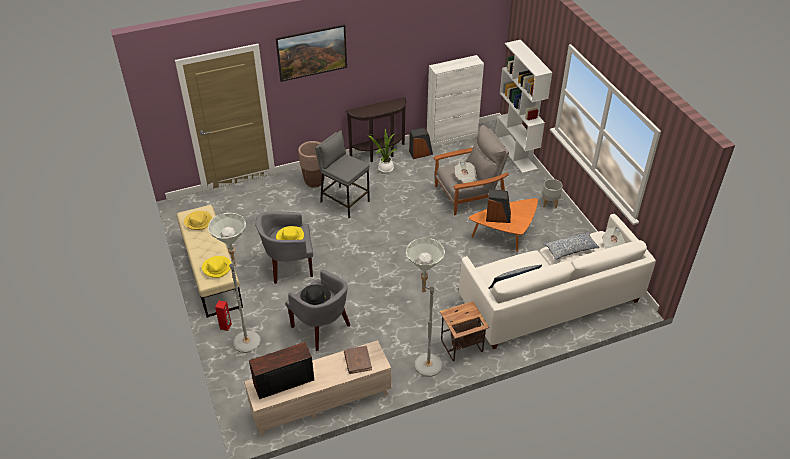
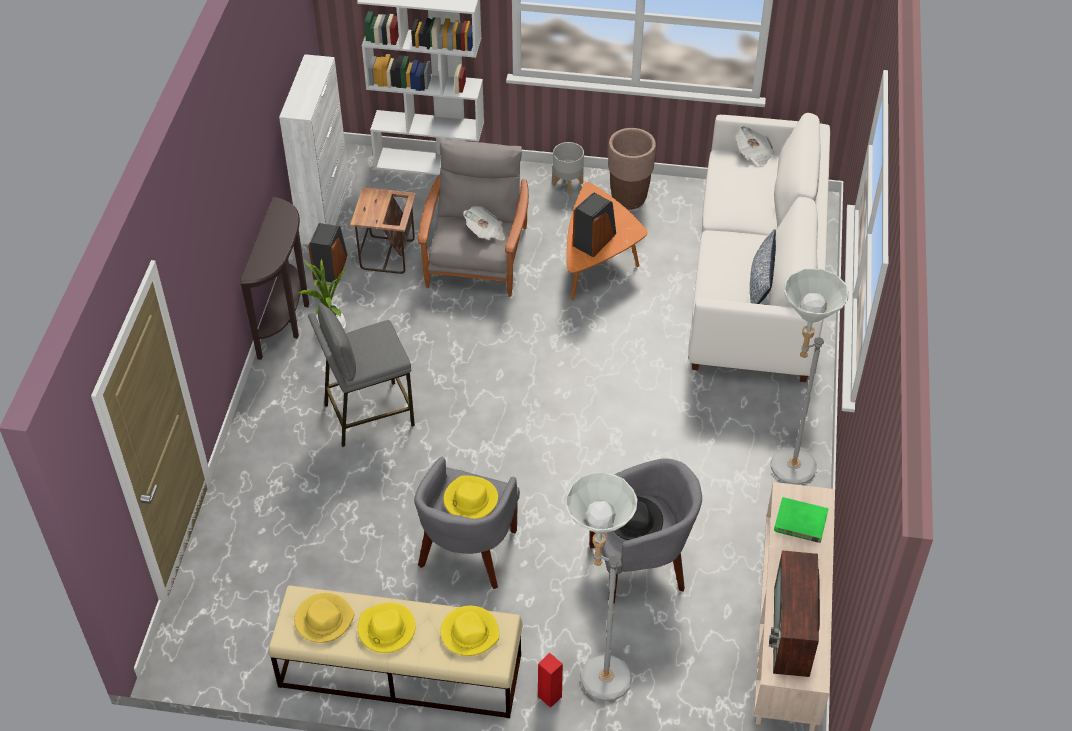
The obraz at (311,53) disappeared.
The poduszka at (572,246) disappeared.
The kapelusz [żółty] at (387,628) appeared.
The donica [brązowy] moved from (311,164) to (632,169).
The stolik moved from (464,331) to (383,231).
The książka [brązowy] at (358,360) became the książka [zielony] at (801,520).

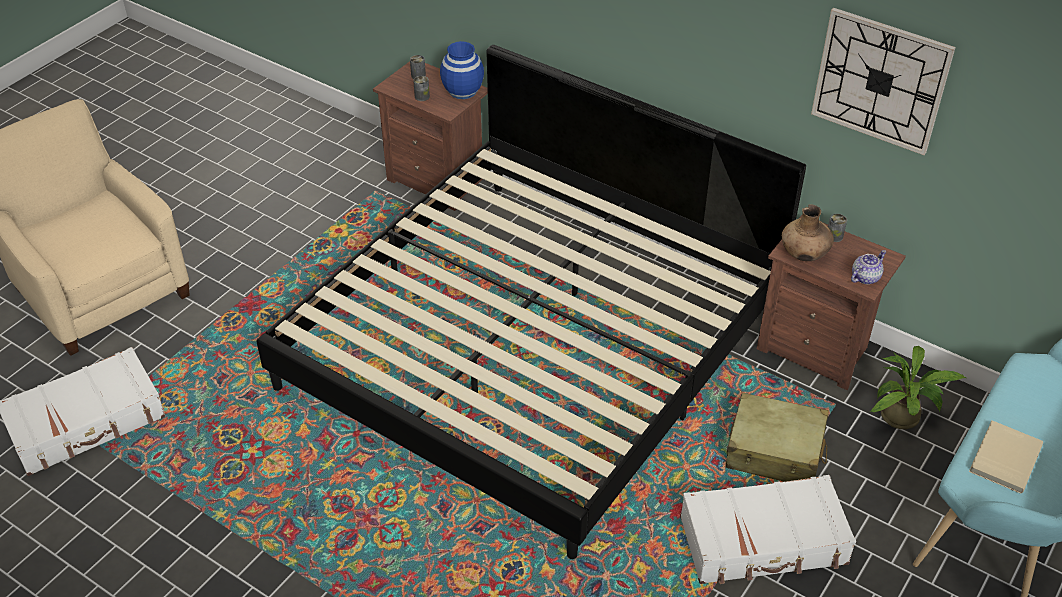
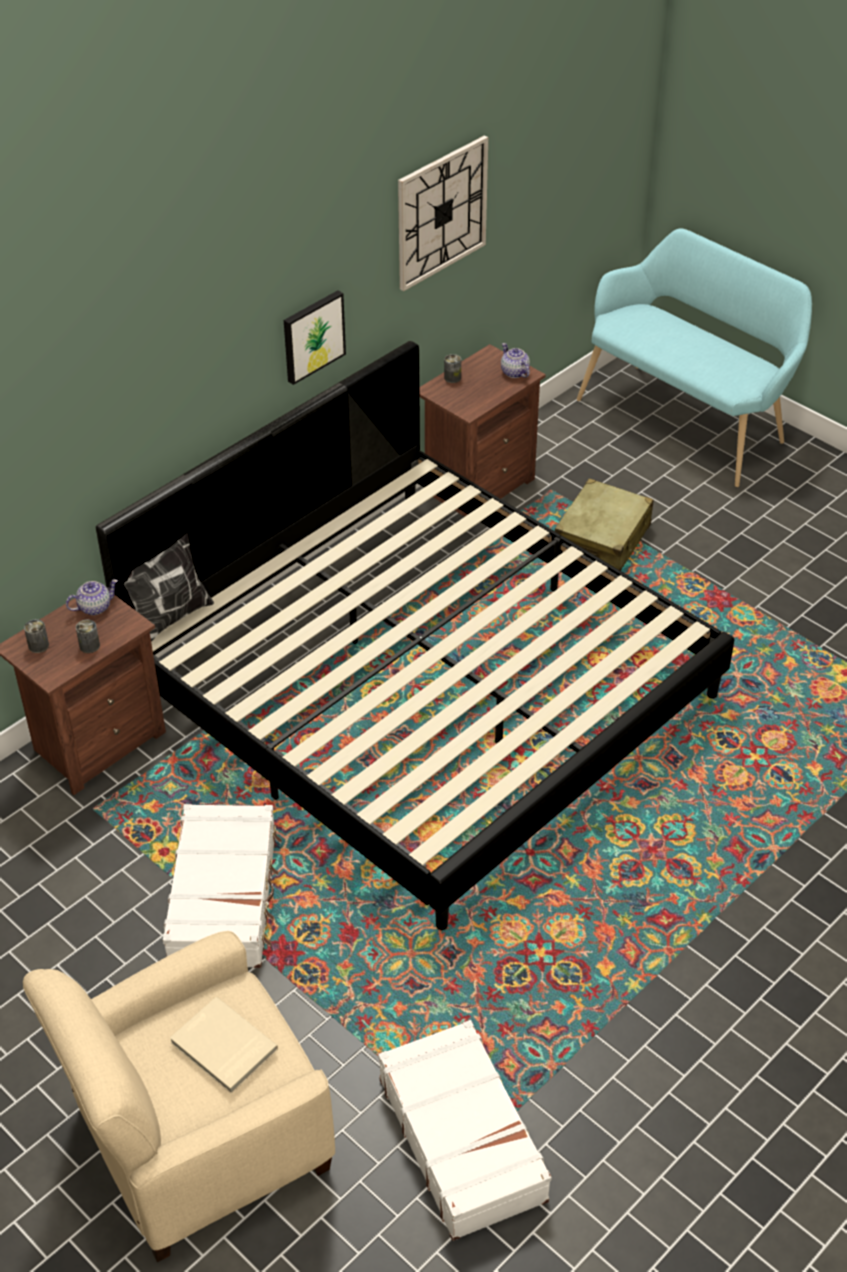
The wazon [brązowy] at (808,233) disappeared.
The roślina doniczkowa at (918,387) disappeared.
The poduszka at (169,587) appeared.
The obraz at (315,337) appeared.
The walizka [biały] moved from (768,529) to (222,886).
The książka [beżowy] moved from (1006,457) to (224,1045).
The wazon [niebieski] at (462,70) was replaced by the imbryk at (92,597).

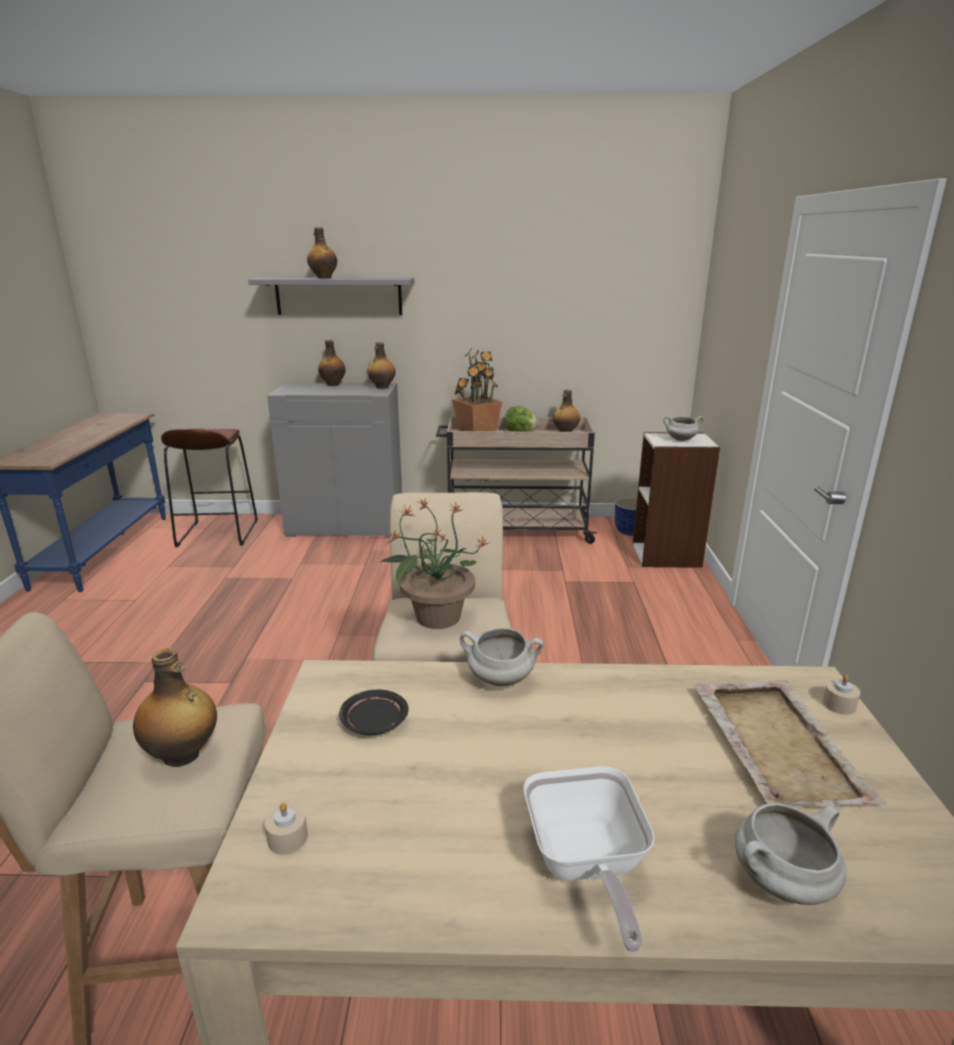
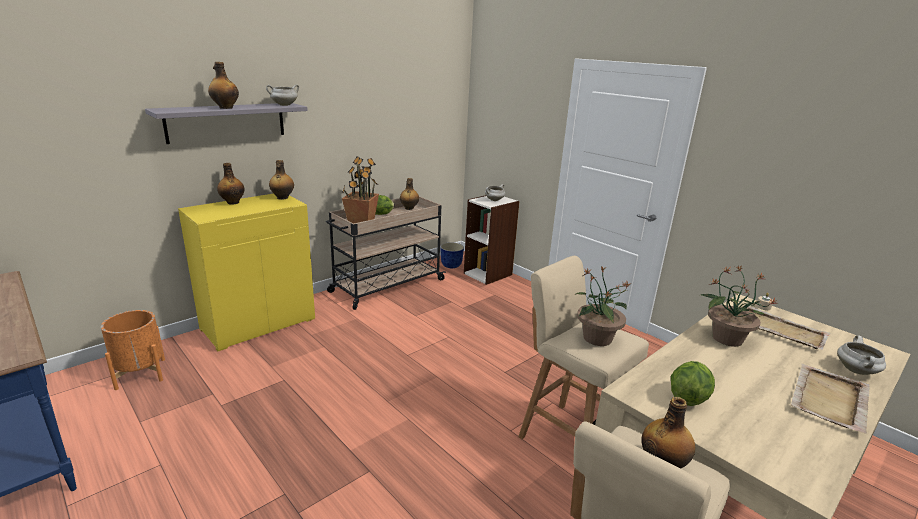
The świeca [beżowy] at (286,829) disappeared.
The roślina doniczkowa at (739,306) appeared.
The garnek [biały] moved from (502,656) to (282,95).
The stołek [brązowy] at (209,488) was replaced by the donica [pomarańczowy] at (133,350).
The talerz [czarny] at (374,712) was replaced by the sałata at (693,383).
The patelnia at (589,859) was replaced by the taca [beżowy] at (830,399).
The szafka [szary] at (334,460) became the szafka [żółty] at (246,272).

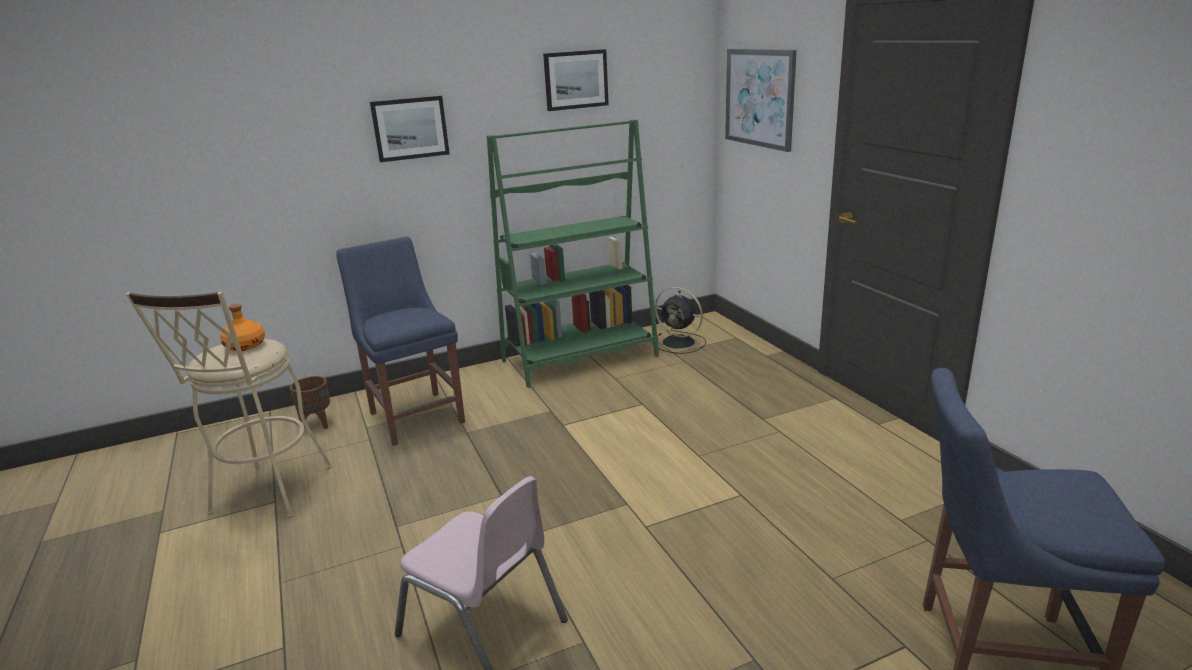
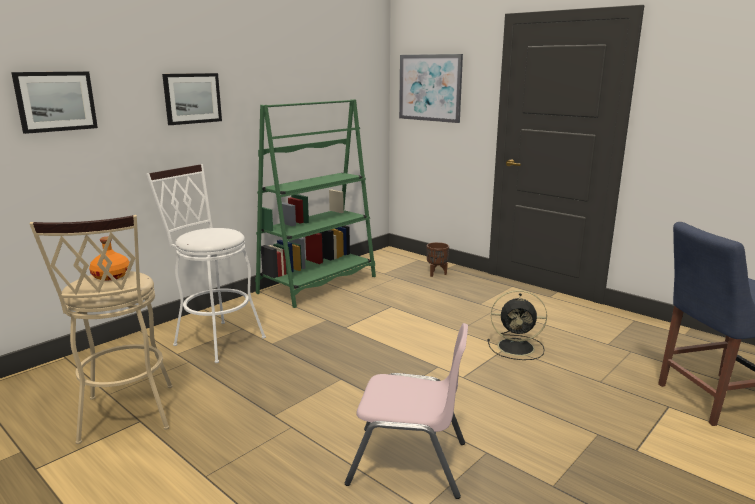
The donica [brązowy] moved from (310,402) to (438,259).
The obraz moved from (576,80) to (54,103).
The wentylator [czarny] moved from (680,320) to (517,325).
The krzesło [niebieski] at (400,341) was replaced by the stołek [biały] at (206,263).

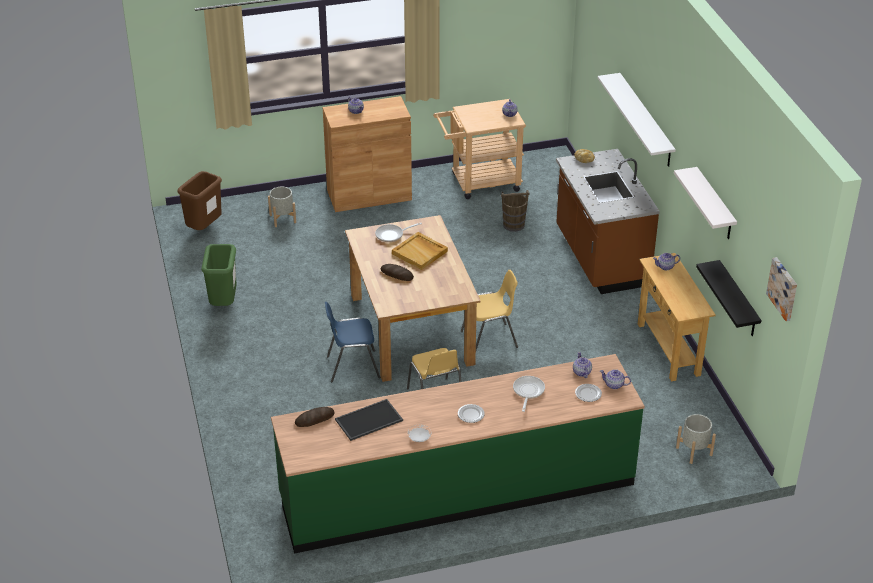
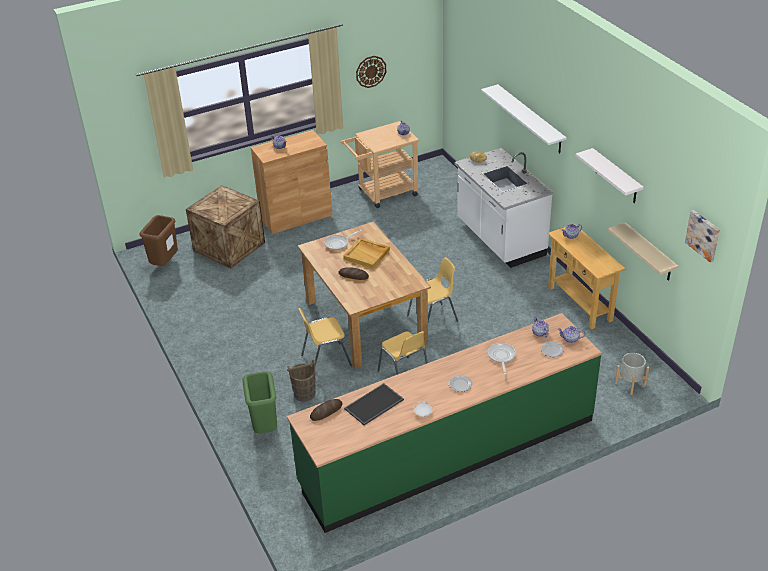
The zegar ścienny at (371,72) appeared.
The kosz na śmieci [zielony] moved from (219,275) to (259,402).
The wiadro [brązowy] moved from (515,211) to (301,381).
The donica [szary] at (282,206) was replaced by the skrzynka at (225,226).
The krzesło [niebieski] at (352,342) became the krzesło [żółty] at (325,337).
The zabudowa kuchenna [brązowy] at (608,221) became the zabudowa kuchenna [biały] at (504,208).
The półka [czarny] at (728,298) became the półka [beżowy] at (643,251).

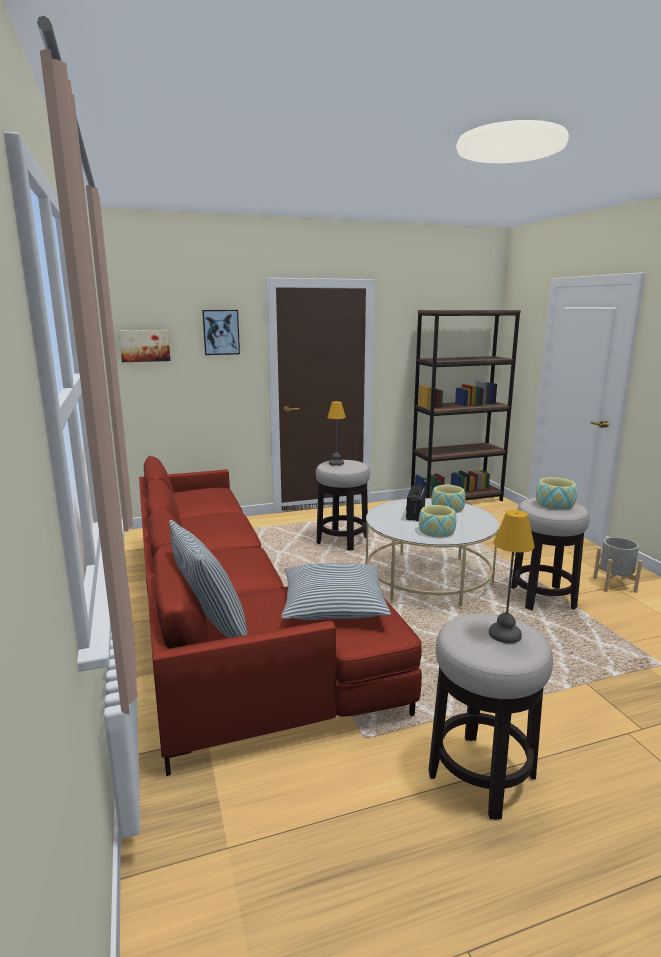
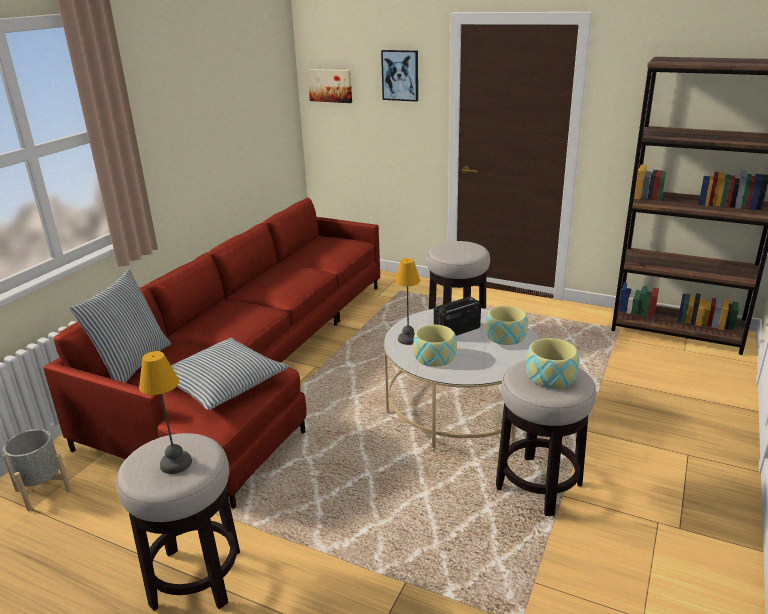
The lampa stołowa moved from (336,433) to (407,301).
The donica [szary] moved from (617,565) to (37,470).

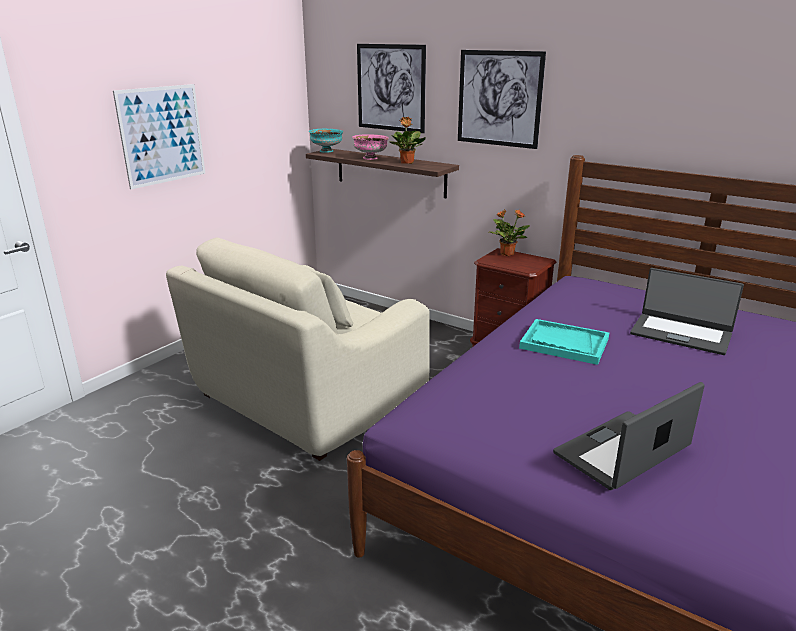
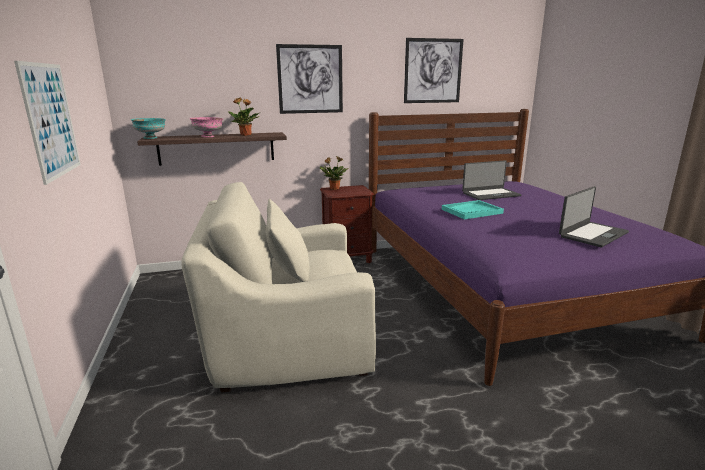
The obraz moved from (391,88) to (434,70).
The fotel [beżowy] at (298,349) turned 90 degrees clockwise.
The laptop at (629,436) turned 135 degrees counterclockwise.

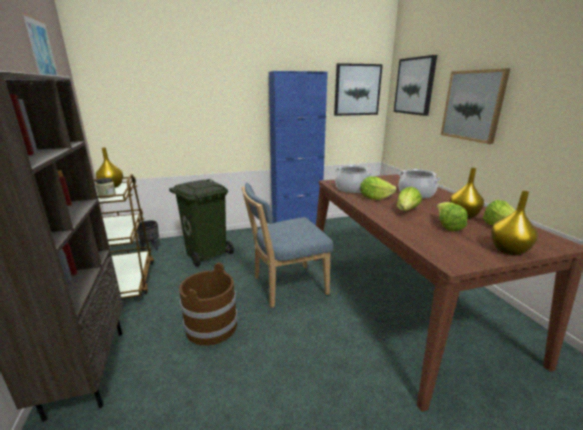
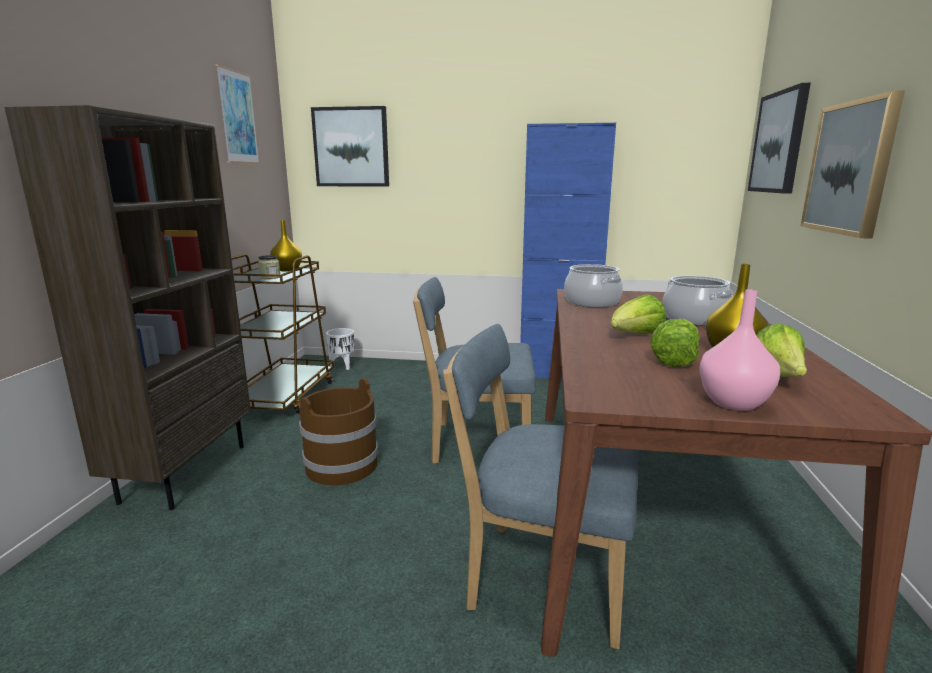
The kosz na śmieci [zielony] at (201,223) disappeared.
The sałata at (378,188) disappeared.
The krzesło [niebieski] at (540,486) appeared.
The obraz moved from (358,89) to (350,146).
The donica [czarny] at (148,235) became the donica [biały] at (340,349).
The wazon [żółty] at (514,223) became the wazon [różowy] at (739,350).

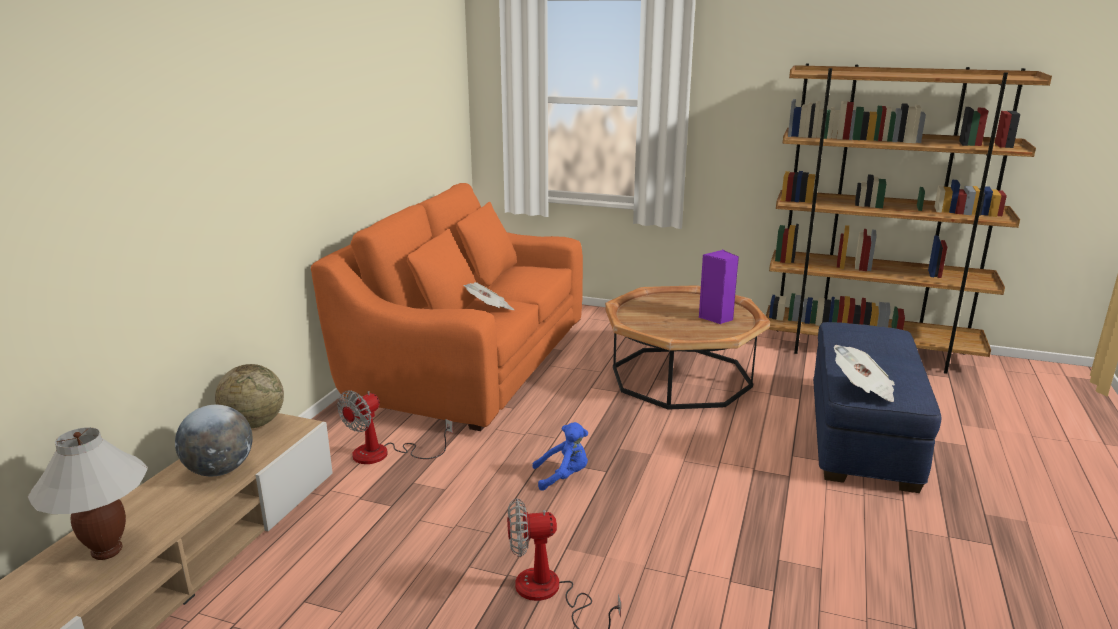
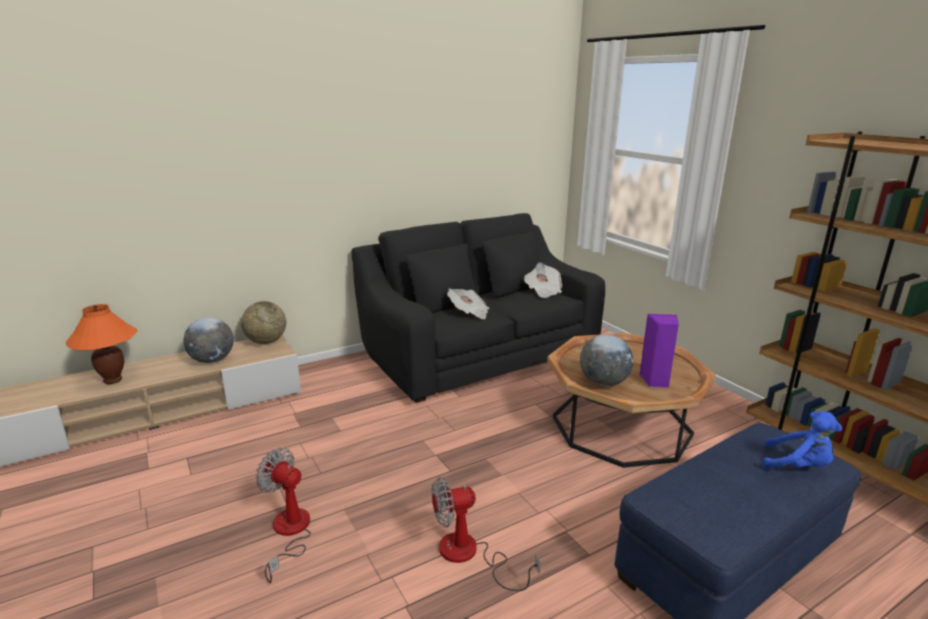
The globus at (606,360) appeared.
The wentylator moved from (395,427) to (486,534).
The pluszak [niebieski] moved from (560,456) to (802,440).
The gazeta moved from (864,373) to (543,280).
The lampa stołowa [biały] at (87,493) became the lampa stołowa [pomarańczowy] at (101,344).
The kanapa [pomarańczowy] at (447,307) became the kanapa [czarny] at (478,308).

